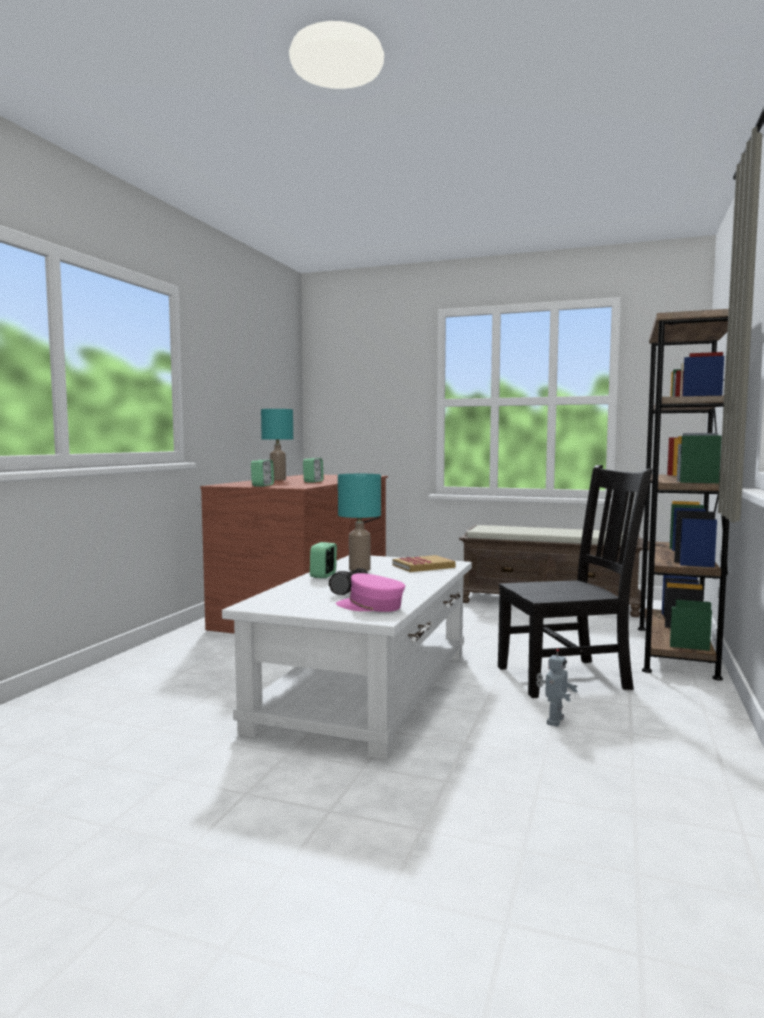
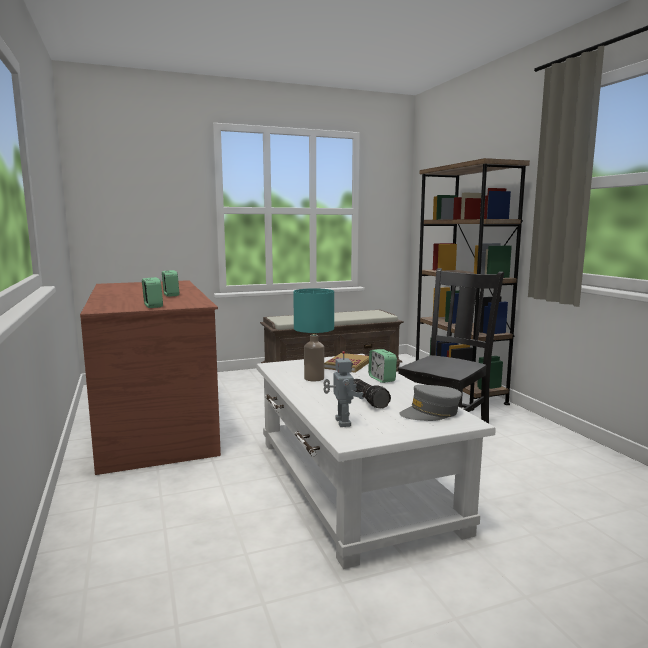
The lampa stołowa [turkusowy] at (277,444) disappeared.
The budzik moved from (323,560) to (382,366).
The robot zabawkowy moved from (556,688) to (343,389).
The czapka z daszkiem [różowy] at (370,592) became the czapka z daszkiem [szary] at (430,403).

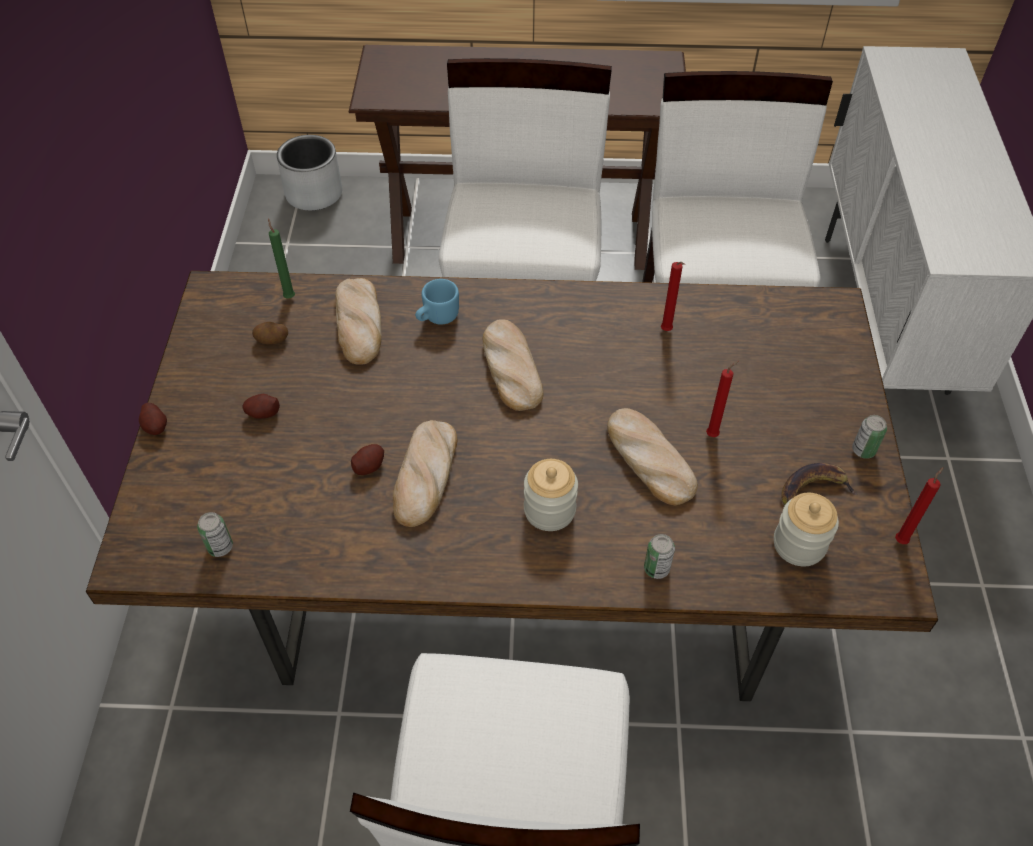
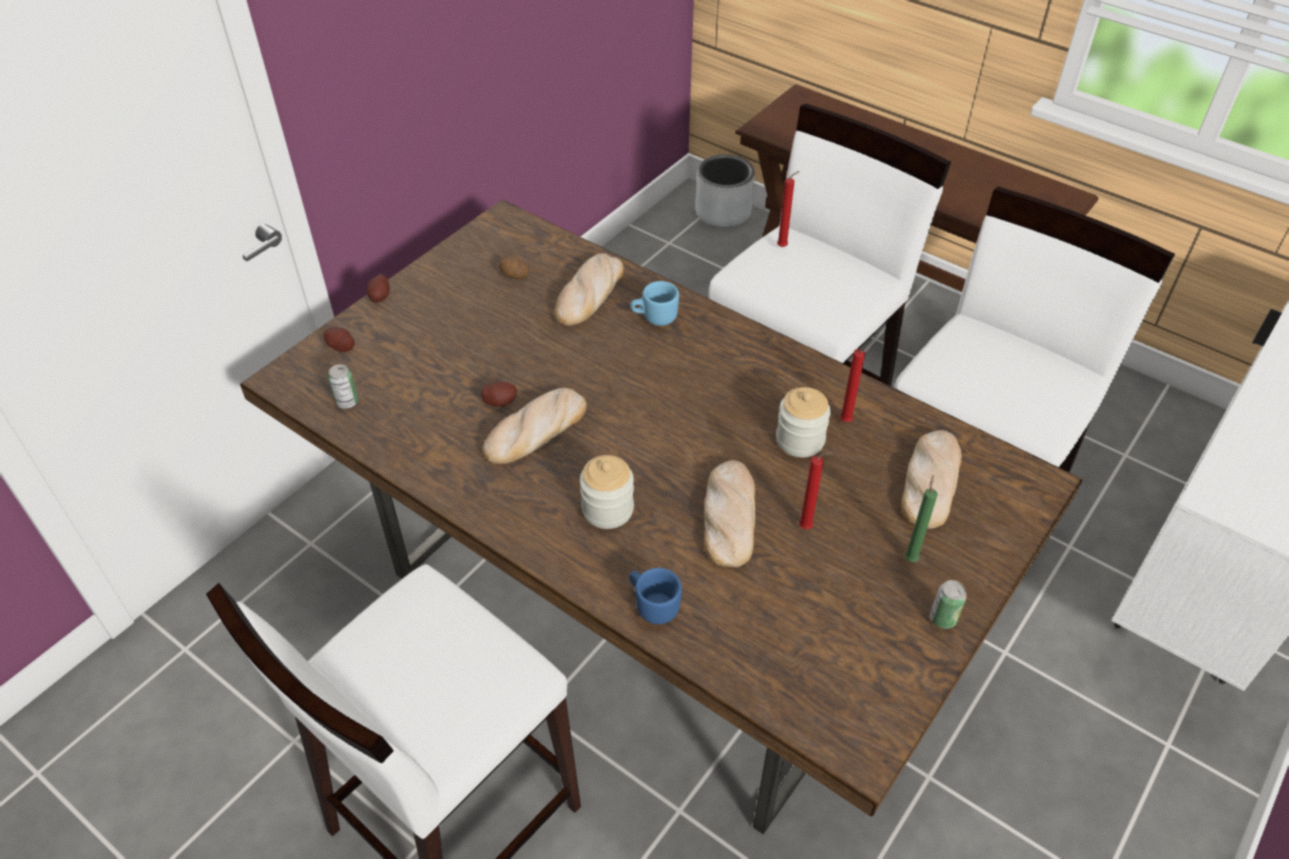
The banan at (819,484) disappeared.
The ziemniak moved from (261,406) to (339,339).
The świeca [zielony] moved from (281,258) to (921,518).
The chleb moved from (513,365) to (931,479).
The słoik moved from (806,529) to (803,422).
The świeca [czerwony] moved from (919,505) to (788,209).
The puszka at (659,556) was replaced by the kubek [niebieski] at (655,596).

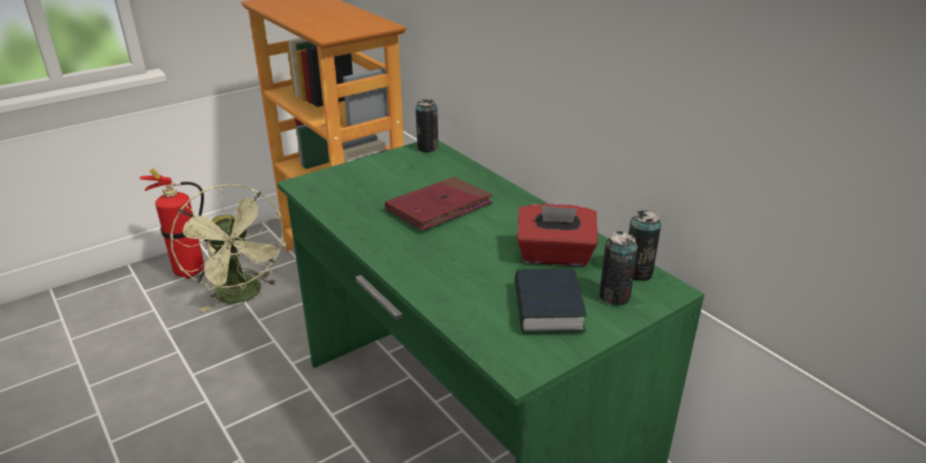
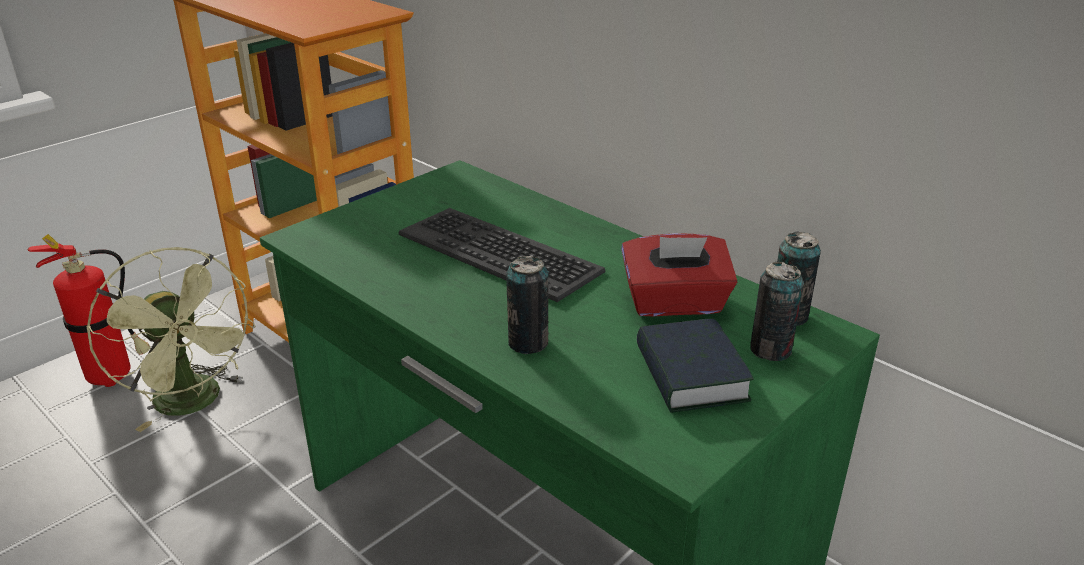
The puszka moved from (427,125) to (527,305).
The książka [czerwony] at (439,203) was replaced by the klawiatura at (502,255).

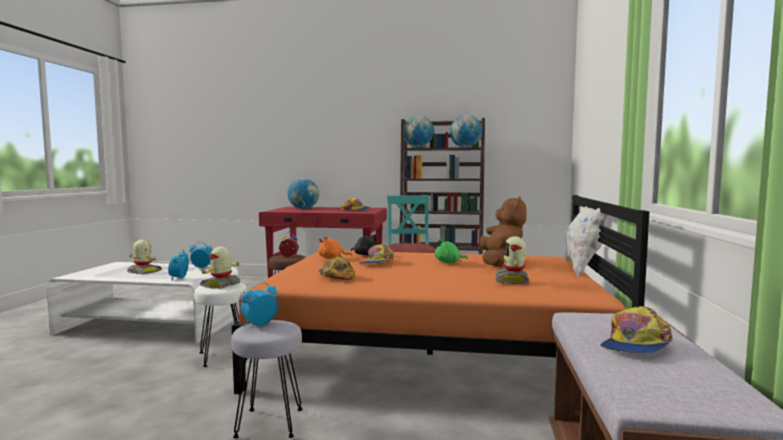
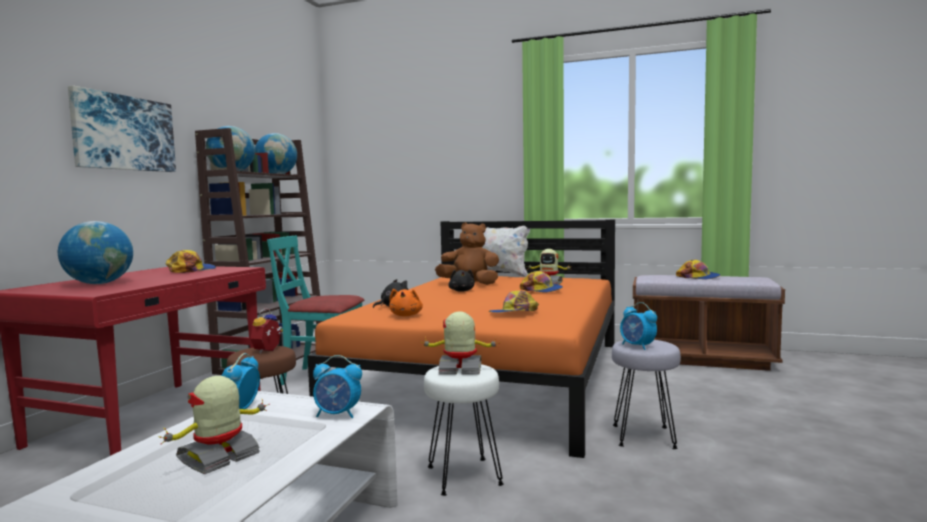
The obraz at (122,129) appeared.
The czapka z daszkiem moved from (376,254) to (541,282).
The pluszak [zielony] at (451,251) became the pluszak [czarny] at (461,281).
The robot zabawkowy at (220,267) turned 150 degrees clockwise.

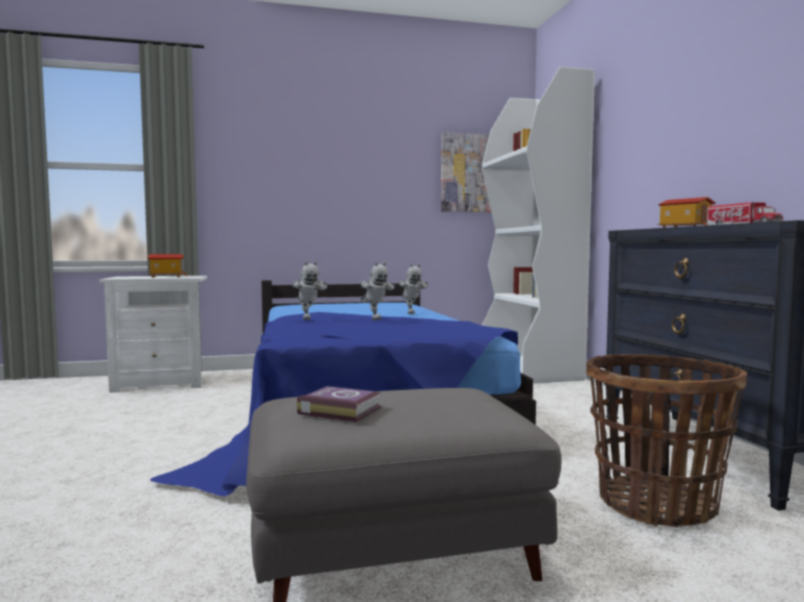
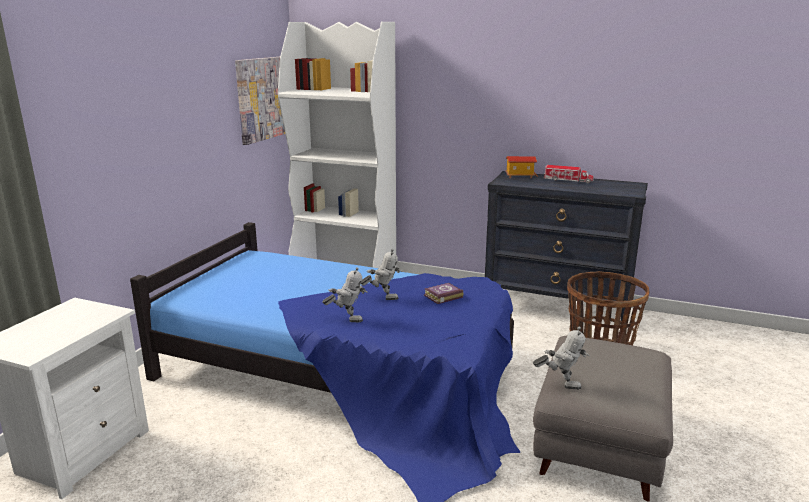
The domek at (167,266) disappeared.
The książka moved from (339,404) to (443,293).
The robot zabawkowy moved from (413,289) to (561,358).

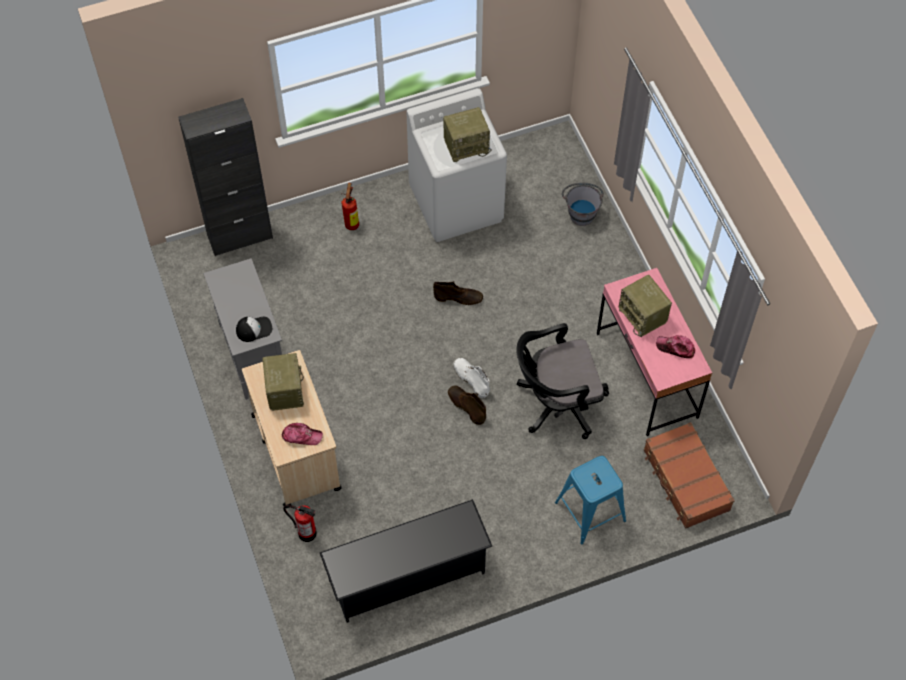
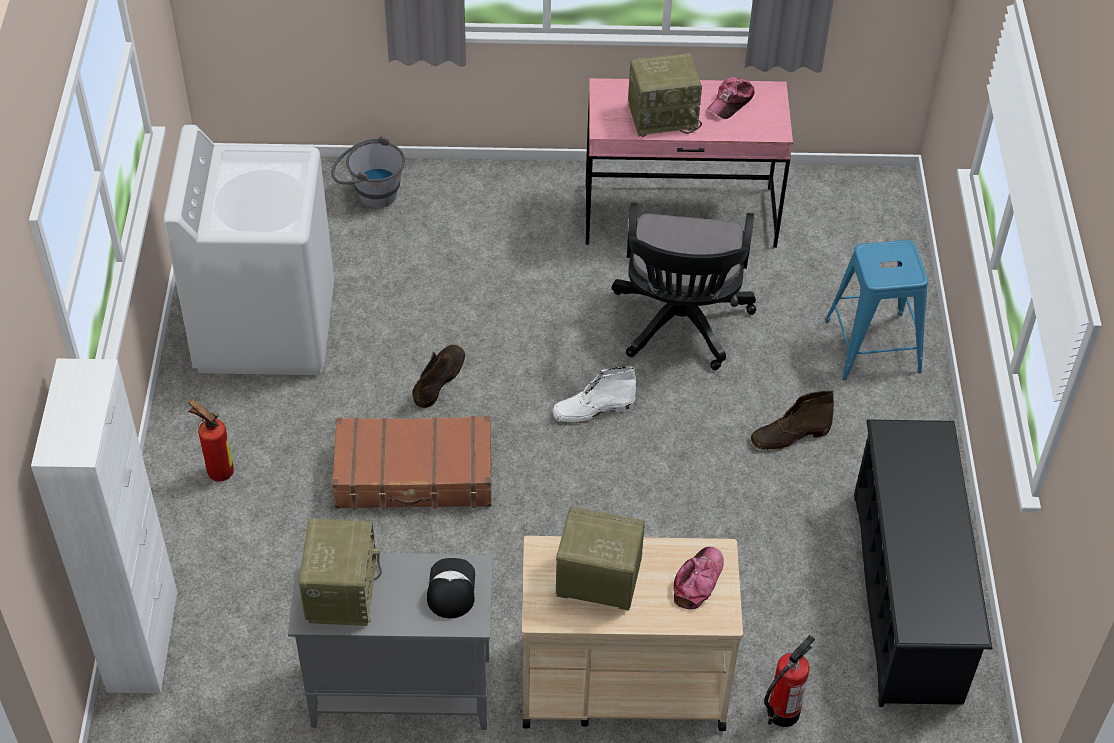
The radio moved from (467,134) to (340,572).
The but z cholewką [brązowy] moved from (467,405) to (792,420).
The walizka [brązowy] moved from (689,475) to (411,463).
The szafka [czarny] at (225,177) became the szafka [biały] at (104,525).

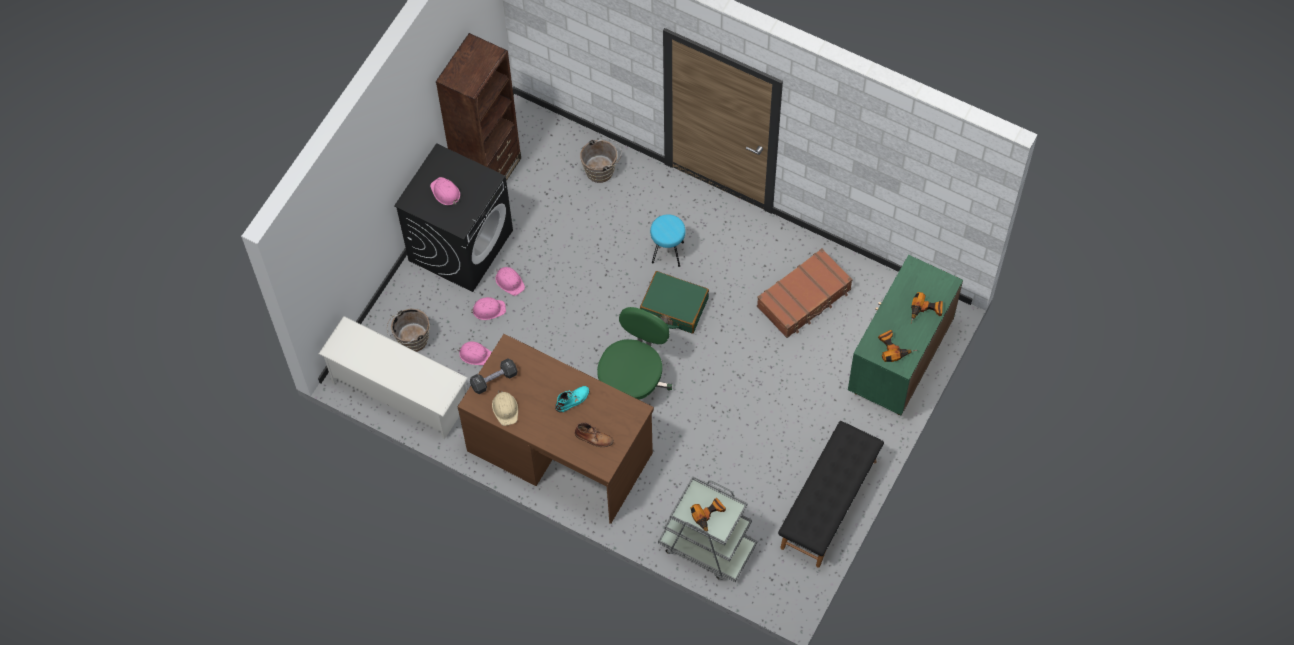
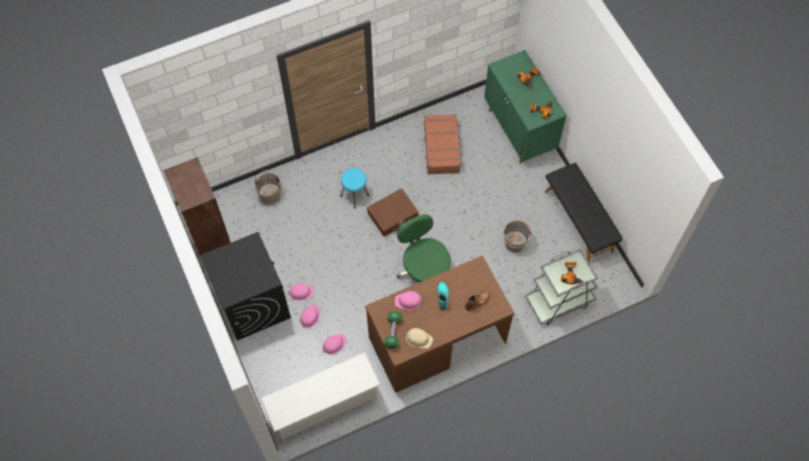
The wiadro [brązowy] moved from (408,330) to (517,236).
The kask [różowy] moved from (445,191) to (409,300).
The hantel [czarny] at (493,376) became the hantel [zielony] at (393,330).
The walizka [zielony] at (674,302) became the walizka [brązowy] at (393,212).

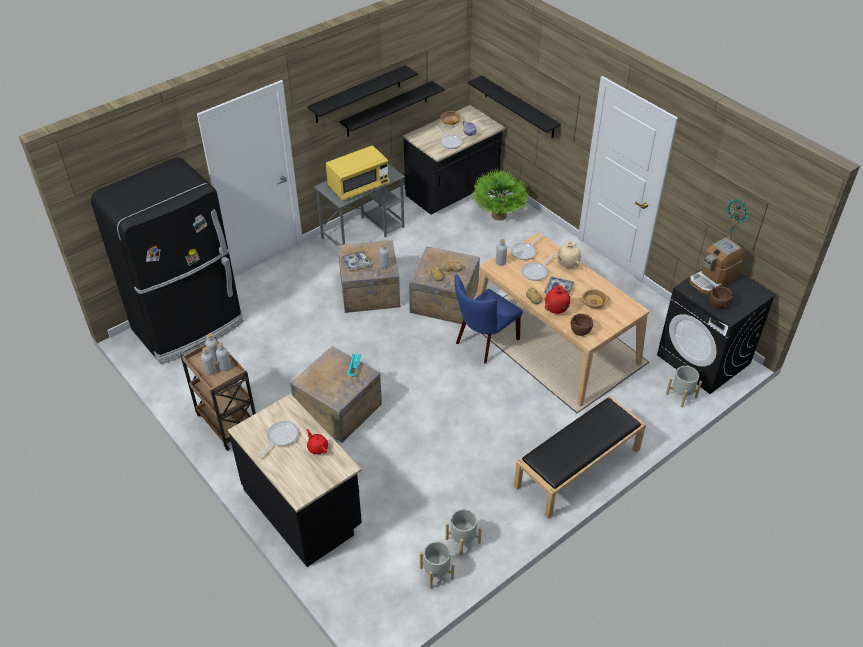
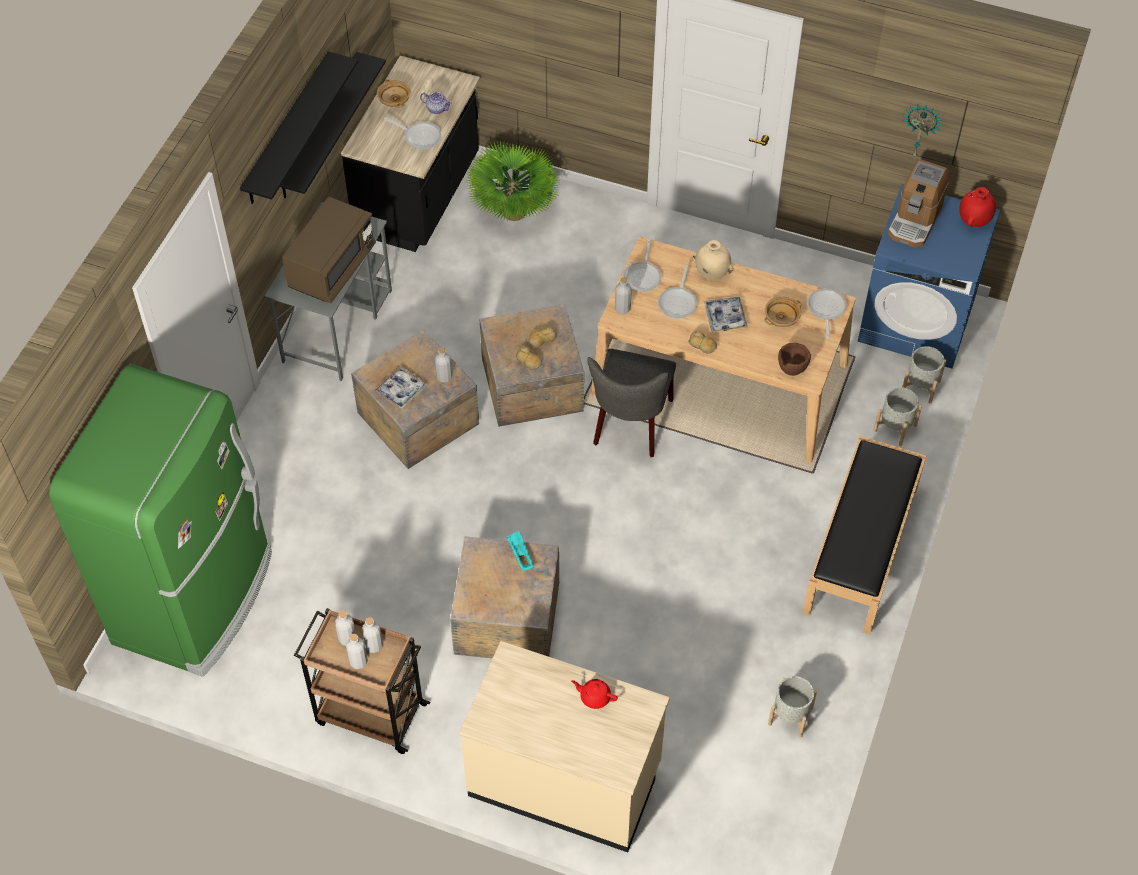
The półka [czarny] at (514,107) disappeared.
The miska [brązowy] at (721,297) disappeared.
The patelnia moved from (278,439) to (827,314).
The donica [szary] moved from (437,565) to (897,416).
The wazon [czerwony] moved from (557,299) to (977,207).
The lodówka [czarny] at (167,261) became the lodówka [zielony] at (160,520).
The zabudowa kuchenna [czarny] at (295,480) became the zabudowa kuchenna [beżowy] at (564,746).
The mikrofalówka [żółty] at (357,172) became the mikrofalówka [brązowy] at (329,250).
The krzesło [niebieski] at (488,319) became the krzesło [szary] at (631,403).
The pralka [czarny] at (716,331) became the pralka [niebieski] at (929,276).

